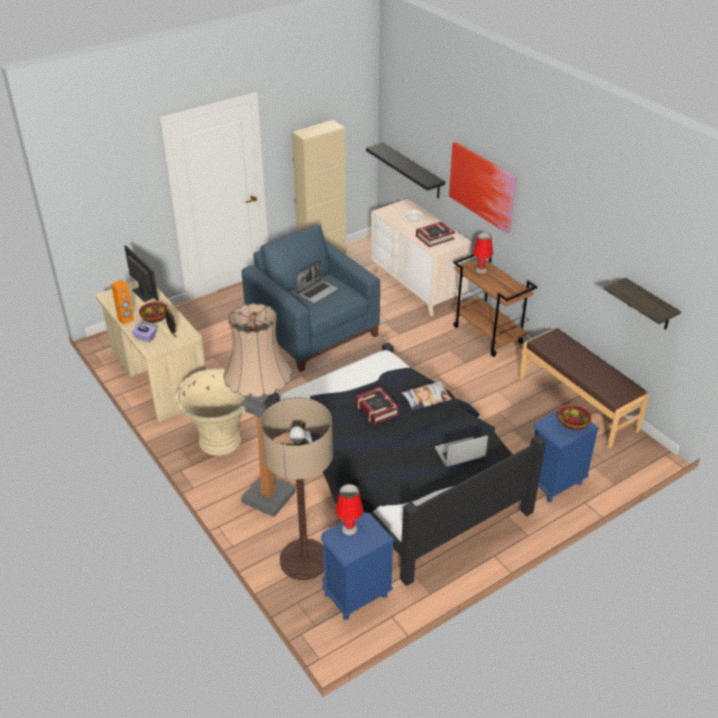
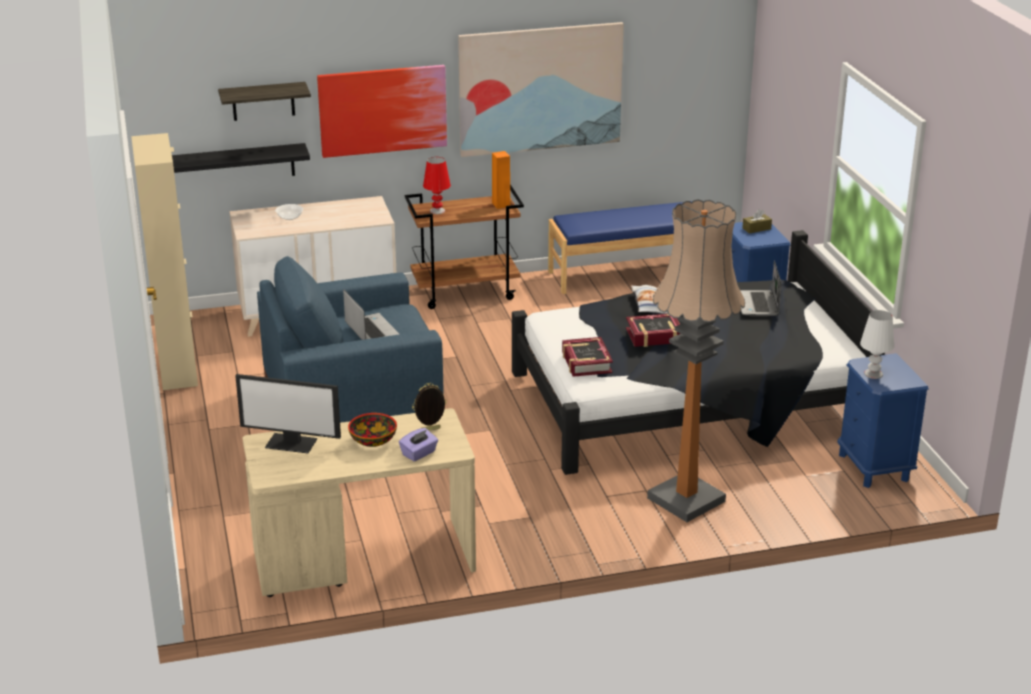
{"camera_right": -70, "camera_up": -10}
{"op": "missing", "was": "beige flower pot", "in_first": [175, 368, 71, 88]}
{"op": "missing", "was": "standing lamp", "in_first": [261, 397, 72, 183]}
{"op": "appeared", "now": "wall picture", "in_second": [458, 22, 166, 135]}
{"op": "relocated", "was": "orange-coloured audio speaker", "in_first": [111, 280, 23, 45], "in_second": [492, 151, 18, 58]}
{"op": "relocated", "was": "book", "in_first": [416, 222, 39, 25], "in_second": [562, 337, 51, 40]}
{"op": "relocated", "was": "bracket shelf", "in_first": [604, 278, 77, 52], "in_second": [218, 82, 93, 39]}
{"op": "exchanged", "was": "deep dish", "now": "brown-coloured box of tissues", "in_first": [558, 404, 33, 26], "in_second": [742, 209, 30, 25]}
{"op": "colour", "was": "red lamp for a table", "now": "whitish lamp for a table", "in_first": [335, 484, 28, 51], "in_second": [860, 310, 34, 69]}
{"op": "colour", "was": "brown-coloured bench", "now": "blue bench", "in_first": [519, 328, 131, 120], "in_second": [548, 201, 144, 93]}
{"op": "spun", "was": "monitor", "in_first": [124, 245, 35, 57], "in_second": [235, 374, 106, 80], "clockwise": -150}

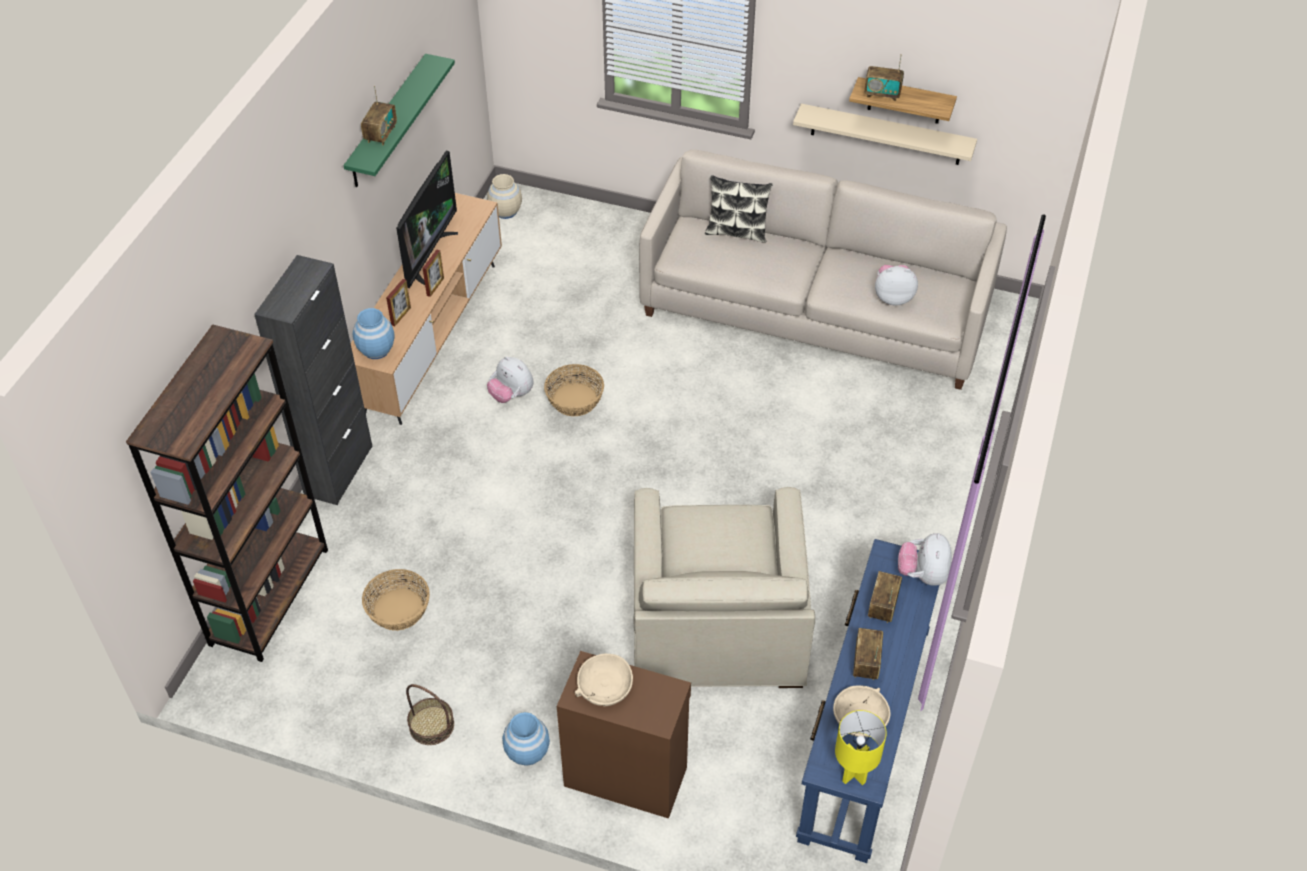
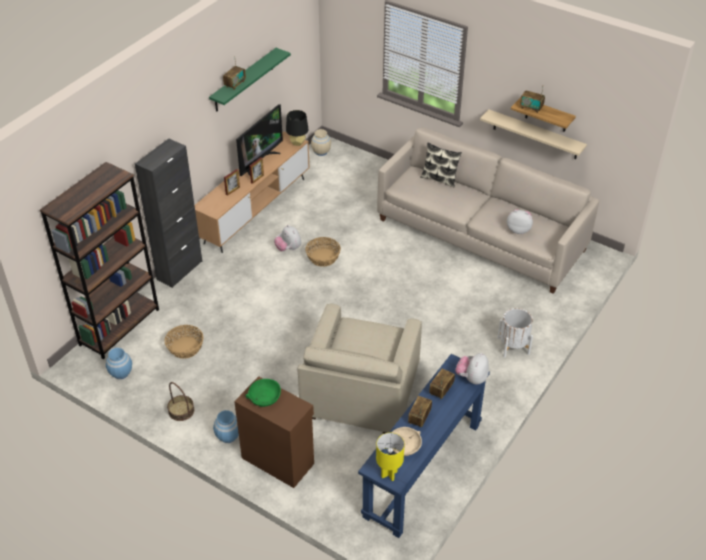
{"camera_right": 15, "camera_up": -5}
{"op": "appeared", "now": "black lamp for a table", "in_second": [286, 110, 22, 36]}
{"op": "appeared", "now": "whitish flower pot", "in_second": [497, 308, 36, 49]}
{"op": "relocated", "was": "blue vase", "in_first": [353, 308, 42, 51], "in_second": [106, 348, 26, 31]}
{"op": "colour", "was": "beige deep dish", "now": "green-coloured deep dish", "in_first": [575, 654, 58, 52], "in_second": [245, 379, 36, 28]}

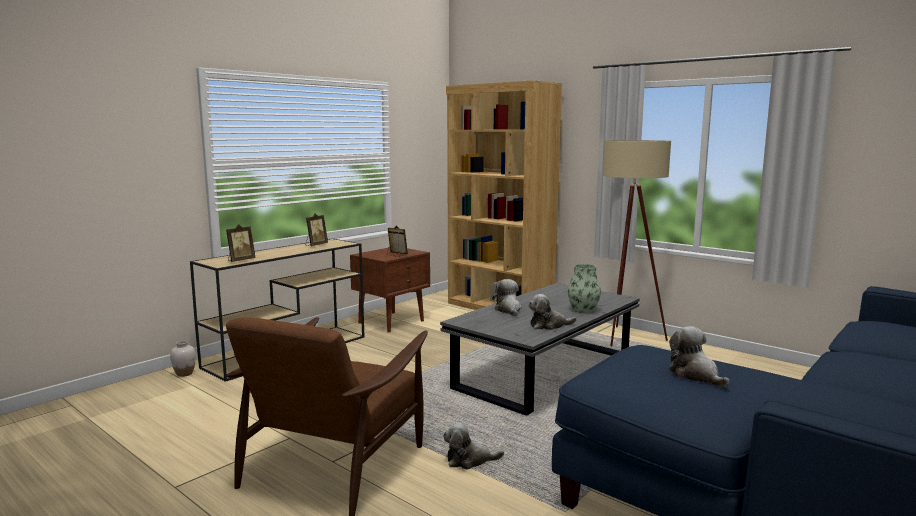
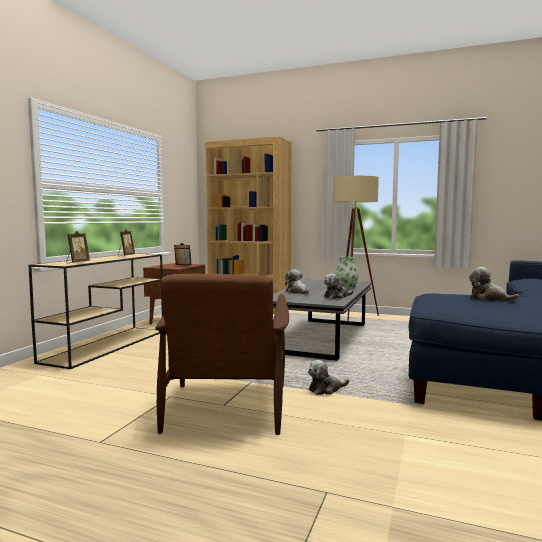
{"camera_right": -20, "camera_up": -5}
{"op": "missing", "was": "whitish vase", "in_first": [170, 341, 26, 36]}

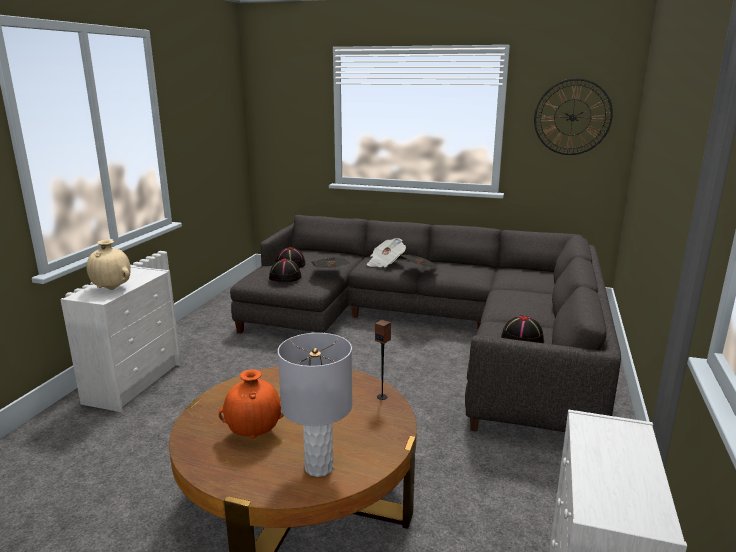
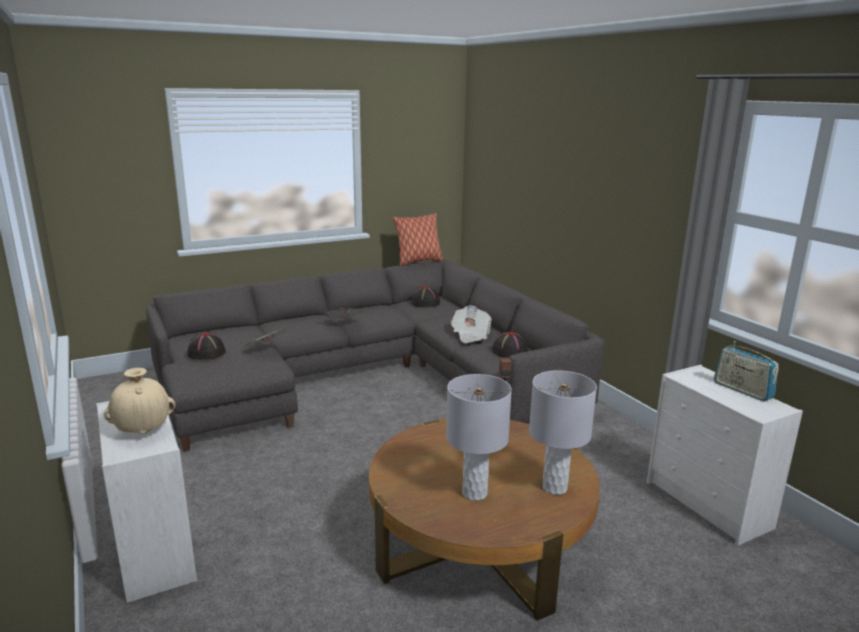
{"camera_right": -45, "camera_up": 0}
{"op": "missing", "was": "hanging clock", "in_first": [534, 78, 79, 77]}
{"op": "appeared", "now": "throw pillow", "in_second": [392, 213, 51, 53]}
{"op": "appeared", "now": "radio receiver", "in_second": [714, 341, 65, 60]}
{"op": "relocated", "was": "black hat", "in_first": [269, 259, 33, 24], "in_second": [411, 286, 29, 22]}
{"op": "relocated", "was": "newspaper", "in_first": [367, 238, 39, 29], "in_second": [451, 306, 41, 37]}
{"op": "exchanged", "was": "orange-coloured vase", "now": "grey lamp for a table", "in_first": [219, 369, 65, 70], "in_second": [446, 374, 66, 127]}

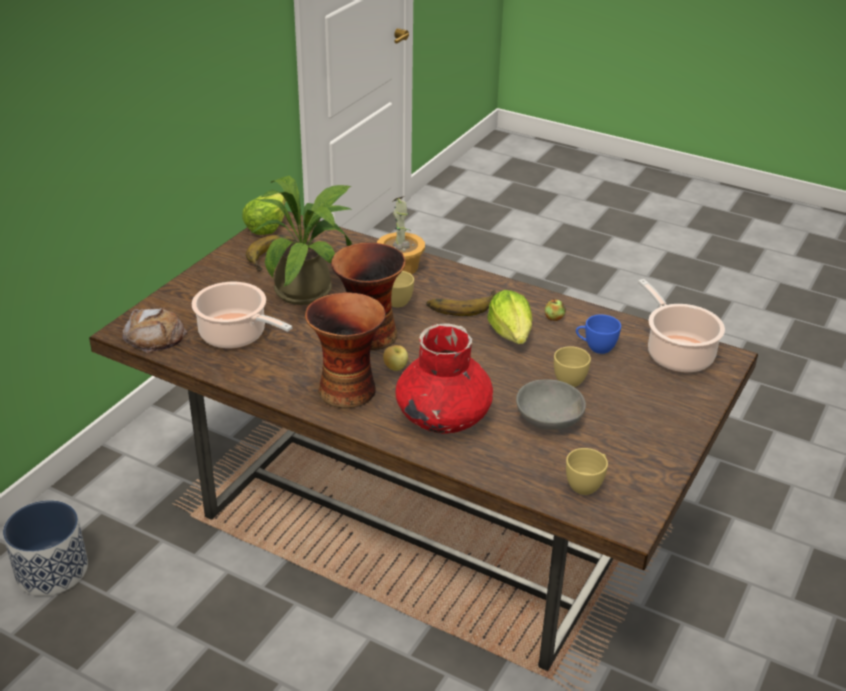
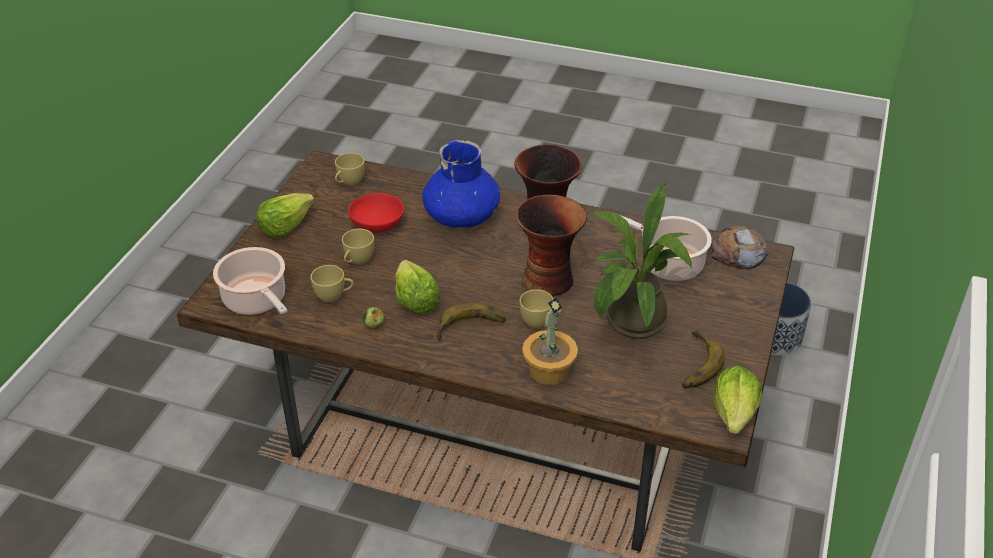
{"camera_right": 170, "camera_up": 5}
{"op": "missing", "was": "apple", "in_first": [383, 345, 25, 26]}
{"op": "appeared", "now": "lettuce head", "in_second": [257, 193, 57, 44]}
{"op": "colour", "was": "red vase", "now": "blue vase", "in_first": [396, 323, 97, 111], "in_second": [422, 140, 78, 88]}
{"op": "colour", "was": "grey deep dish", "now": "red deep dish", "in_first": [516, 380, 70, 50], "in_second": [348, 193, 56, 40]}
{"op": "colour", "was": "blue cup", "now": "yellowish cup", "in_first": [576, 314, 45, 40], "in_second": [310, 265, 44, 38]}

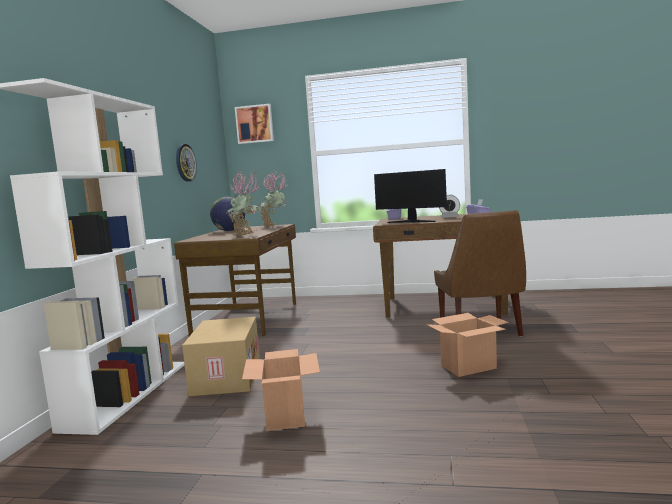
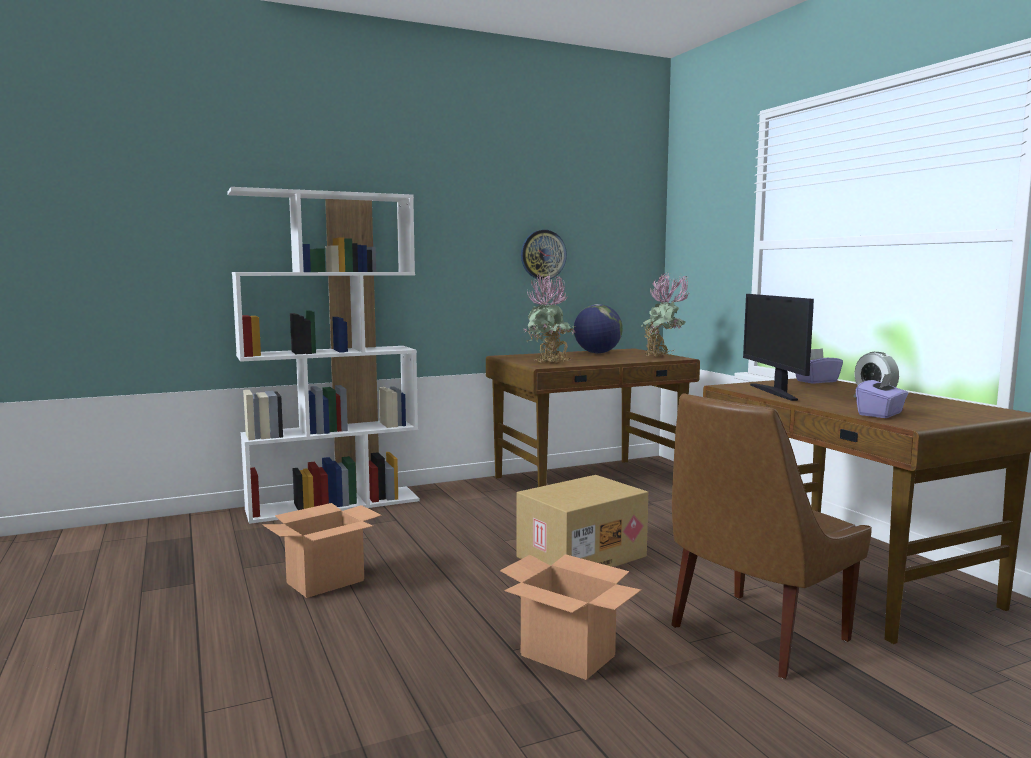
{"camera_right": 55, "camera_up": 0}
{"op": "missing", "was": "wall picture", "in_first": [235, 104, 39, 40]}
{"op": "relocated", "was": "carton", "in_first": [182, 317, 78, 79], "in_second": [517, 475, 131, 92]}

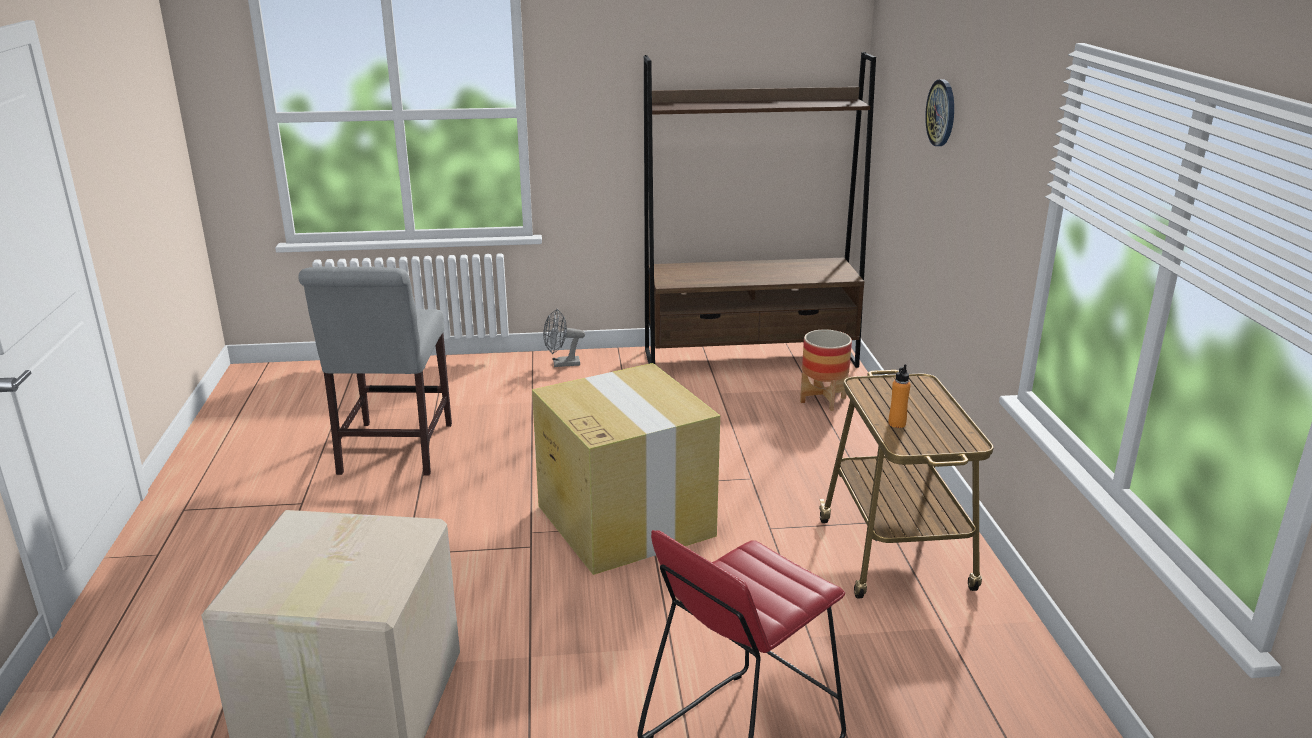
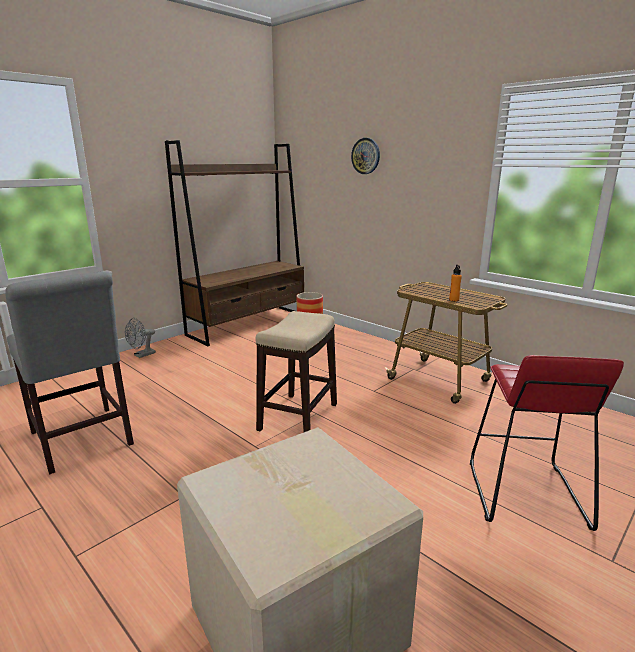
{"camera_right": -40, "camera_up": -5}
{"op": "exchanged", "was": "carton", "now": "stool seat", "in_first": [532, 363, 188, 212], "in_second": [255, 311, 82, 121]}

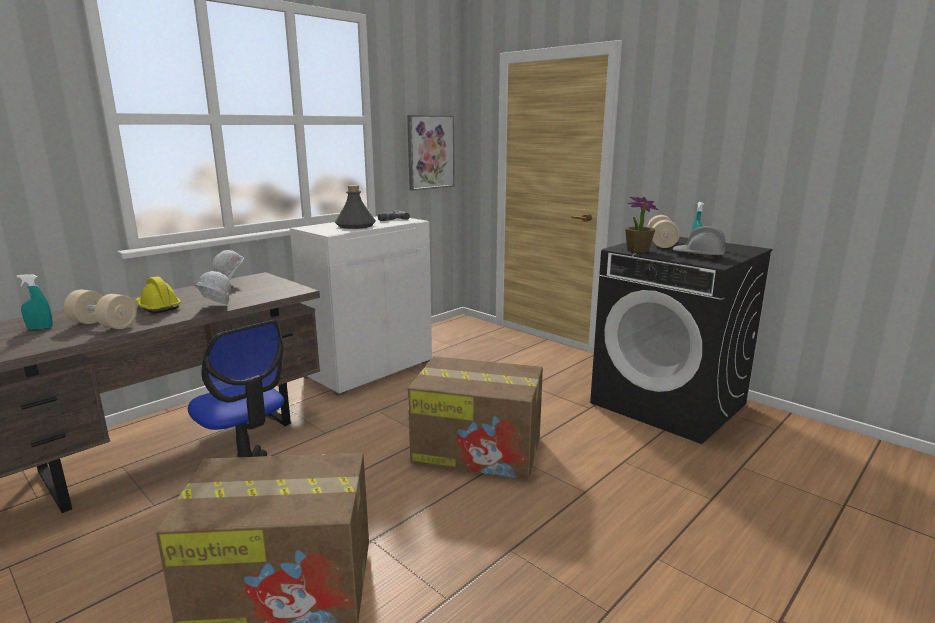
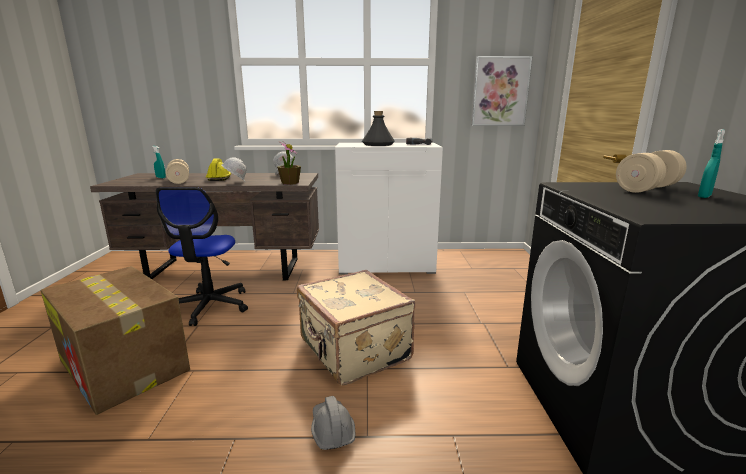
{"camera_right": 45, "camera_up": 0}
{"op": "relocated", "was": "potted plant", "in_first": [625, 197, 33, 56], "in_second": [277, 142, 24, 43]}
{"op": "relocated", "was": "grey safety helmet", "in_first": [673, 226, 53, 34], "in_second": [311, 396, 45, 54]}
{"op": "exchanged", "was": "carton", "now": "beige travel case", "in_first": [408, 356, 135, 124], "in_second": [297, 270, 118, 115]}

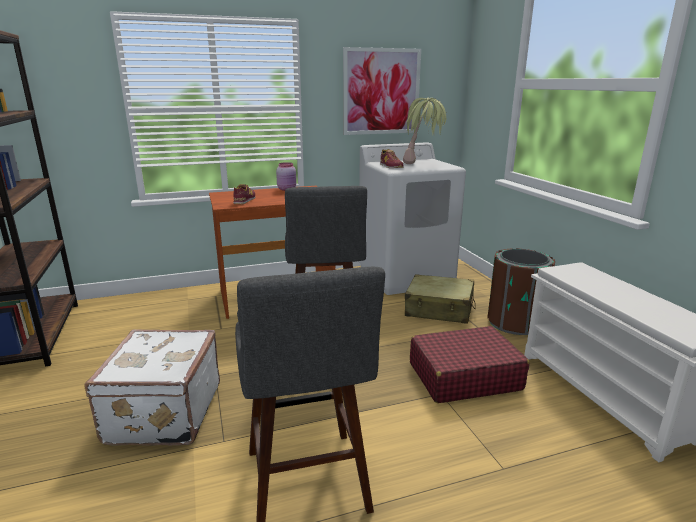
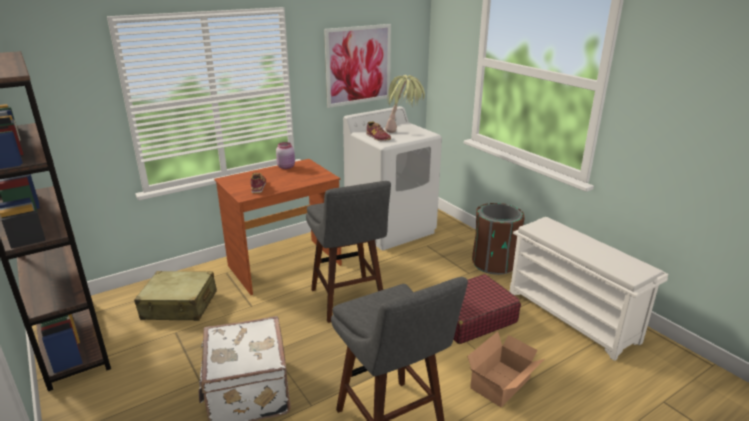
{"camera_right": -15, "camera_up": 5}
{"op": "appeared", "now": "carton", "in_second": [467, 331, 78, 76]}
{"op": "relocated", "was": "beige travel case", "in_first": [405, 274, 71, 50], "in_second": [134, 271, 83, 50]}

